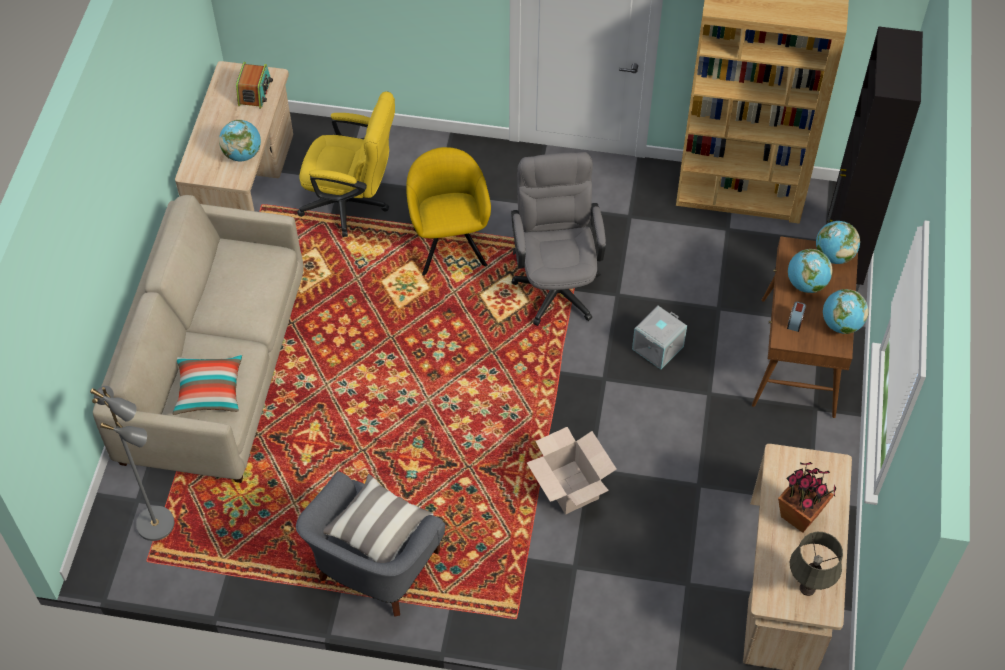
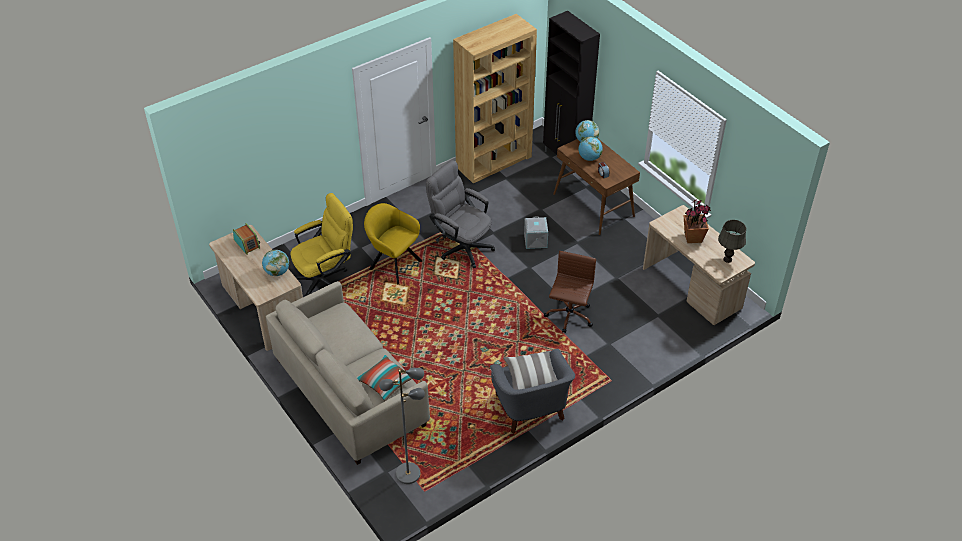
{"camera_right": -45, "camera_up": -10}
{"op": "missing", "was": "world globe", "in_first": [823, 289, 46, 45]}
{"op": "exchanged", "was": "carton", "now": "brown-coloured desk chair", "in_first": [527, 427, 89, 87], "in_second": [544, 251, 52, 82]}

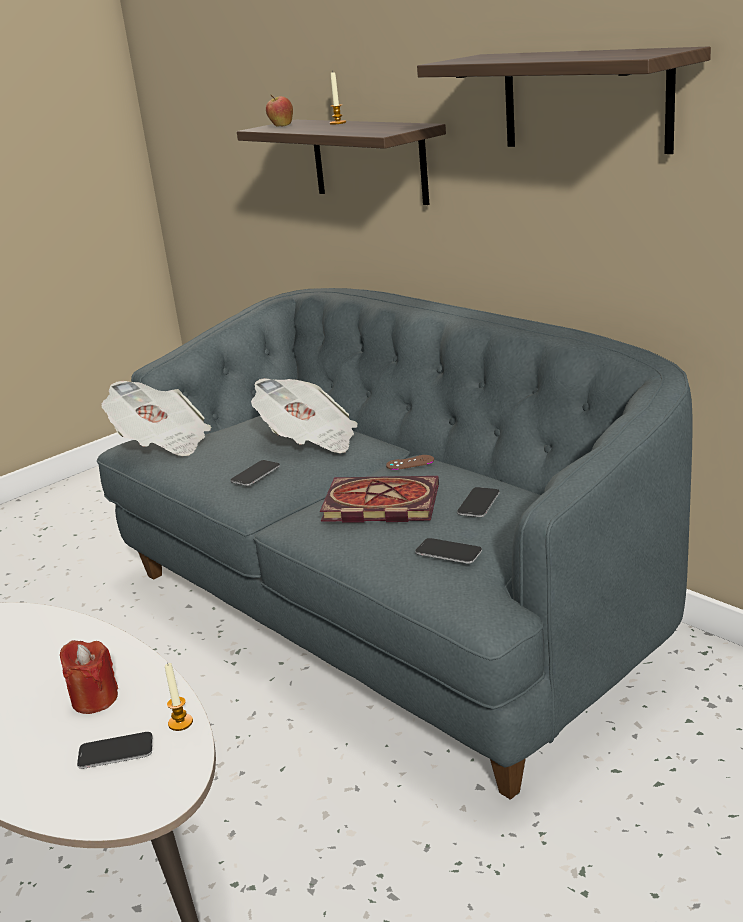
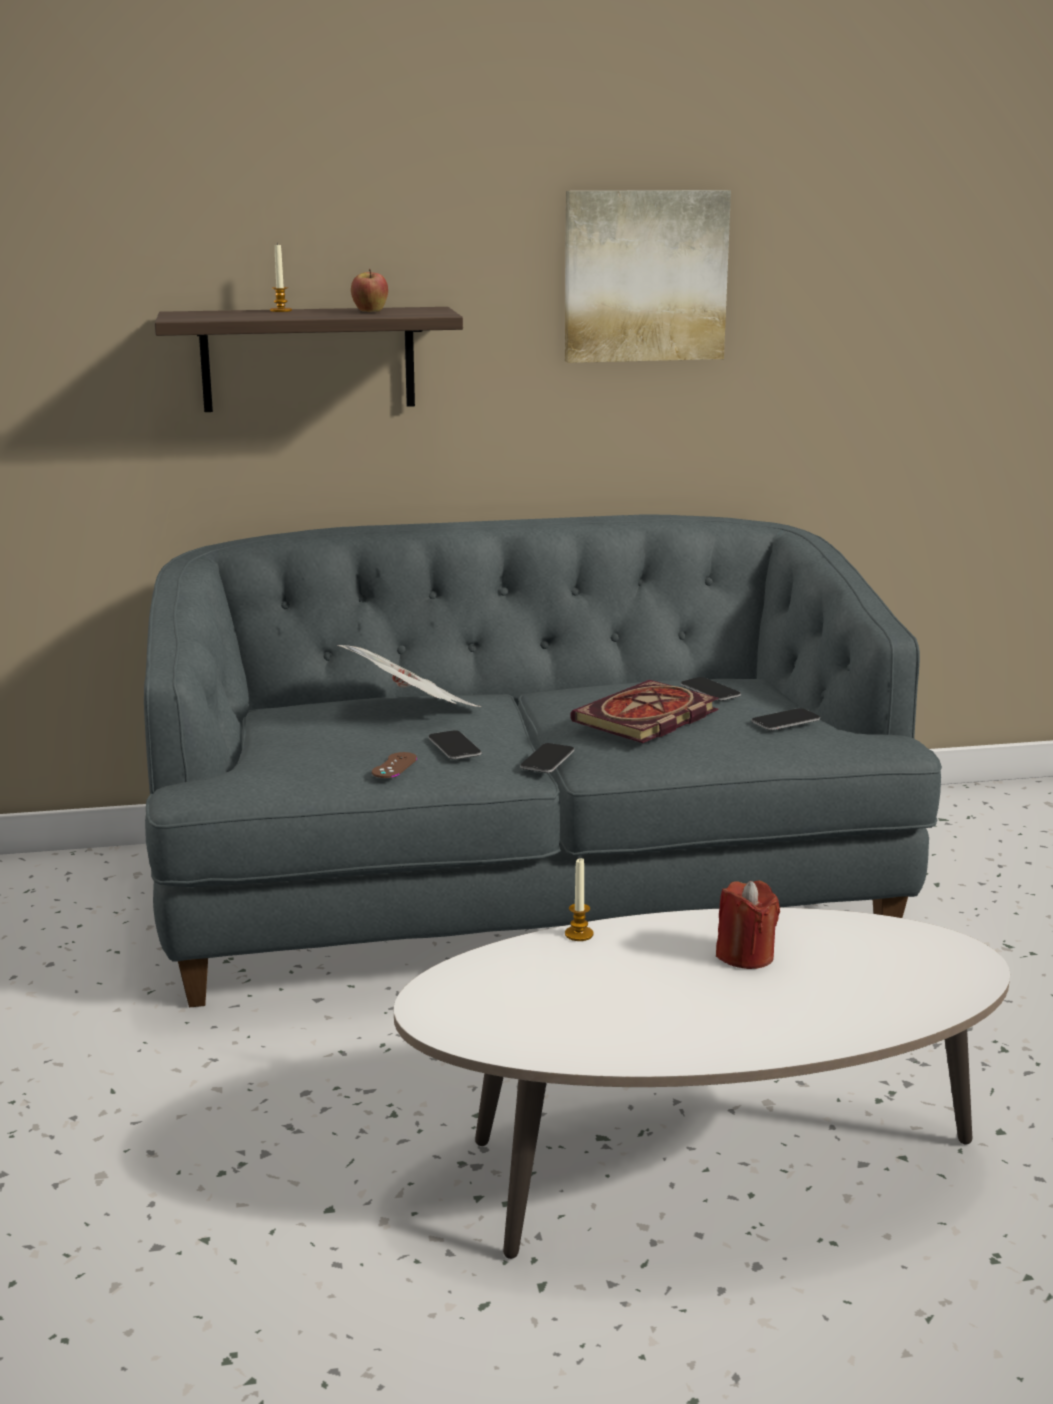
{"camera_right": -60, "camera_up": -5}
{"op": "missing", "was": "newspaper", "in_first": [101, 381, 110, 75]}
{"op": "relocated", "was": "phone", "in_first": [77, 732, 76, 37], "in_second": [520, 743, 54, 30]}
{"op": "relocated", "was": "wax candle", "in_first": [165, 662, 28, 69], "in_second": [565, 858, 29, 83]}
{"op": "relocated", "was": "apple", "in_first": [266, 95, 27, 32], "in_second": [351, 269, 37, 43]}
{"op": "relocated", "was": "brown-coloured game controller", "in_first": [386, 455, 48, 15], "in_second": [372, 752, 45, 26]}
{"op": "exchanged", "was": "bracket shelf", "now": "wall picture", "in_first": [417, 46, 294, 108], "in_second": [565, 190, 166, 173]}

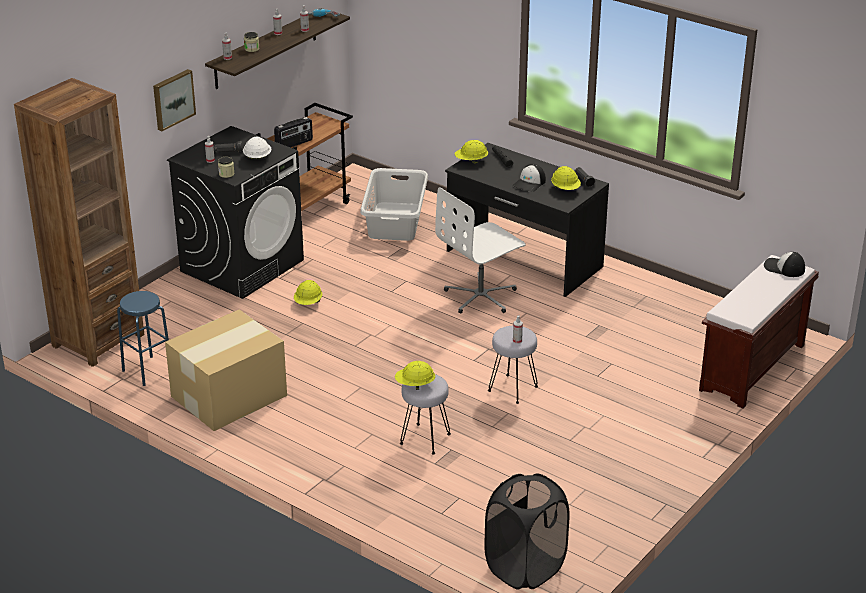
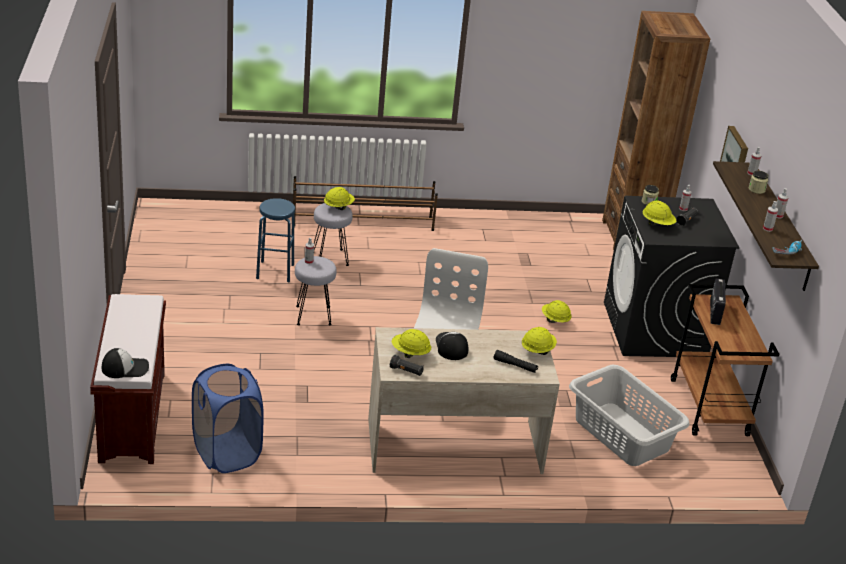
{"camera_right": 135, "camera_up": 0}
{"op": "missing", "was": "carton", "in_first": [165, 309, 122, 122]}
{"op": "missing", "was": "black washing basket", "in_first": [484, 473, 85, 117]}
{"op": "appeared", "now": "blue washing basket", "in_second": [192, 364, 72, 109]}
{"op": "appeared", "now": "brown-coloured shoe stand", "in_second": [293, 176, 145, 55]}
{"op": "relocated", "was": "blue stool seat", "in_first": [117, 291, 52, 95], "in_second": [256, 198, 39, 85]}
{"op": "colour", "was": "whitish safety helmet", "now": "yellowish safety helmet", "in_first": [243, 137, 28, 23], "in_second": [643, 200, 33, 26]}
{"op": "colour", "was": "black desk unit", "now": "beige desk unit", "in_first": [445, 143, 164, 154], "in_second": [368, 327, 192, 147]}

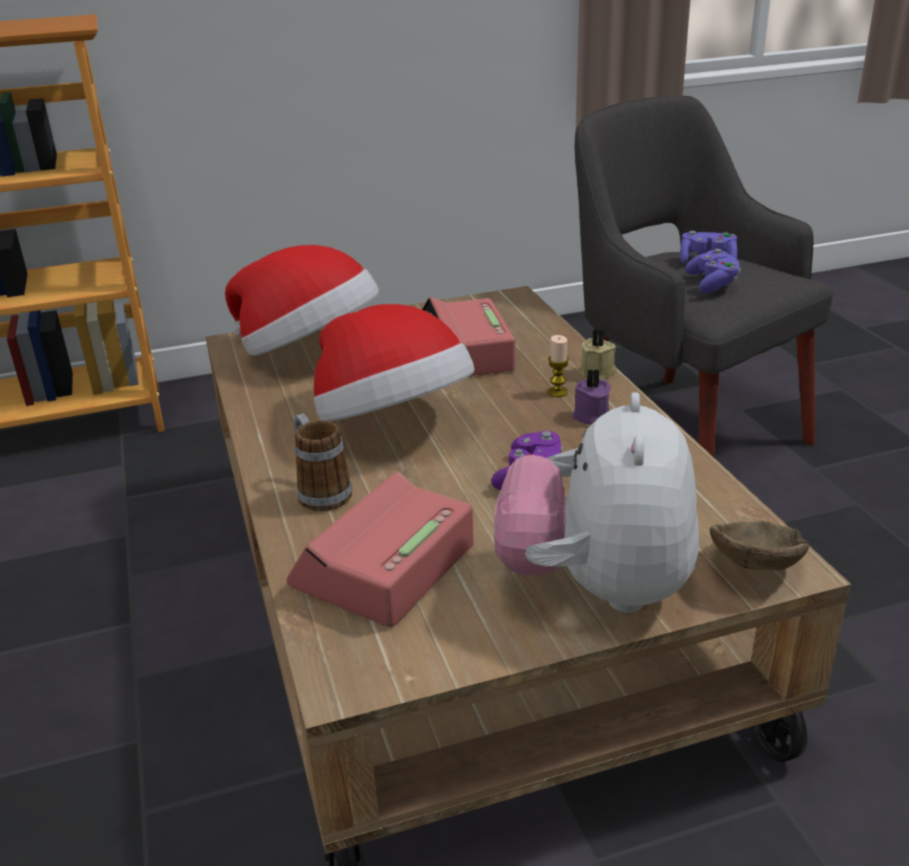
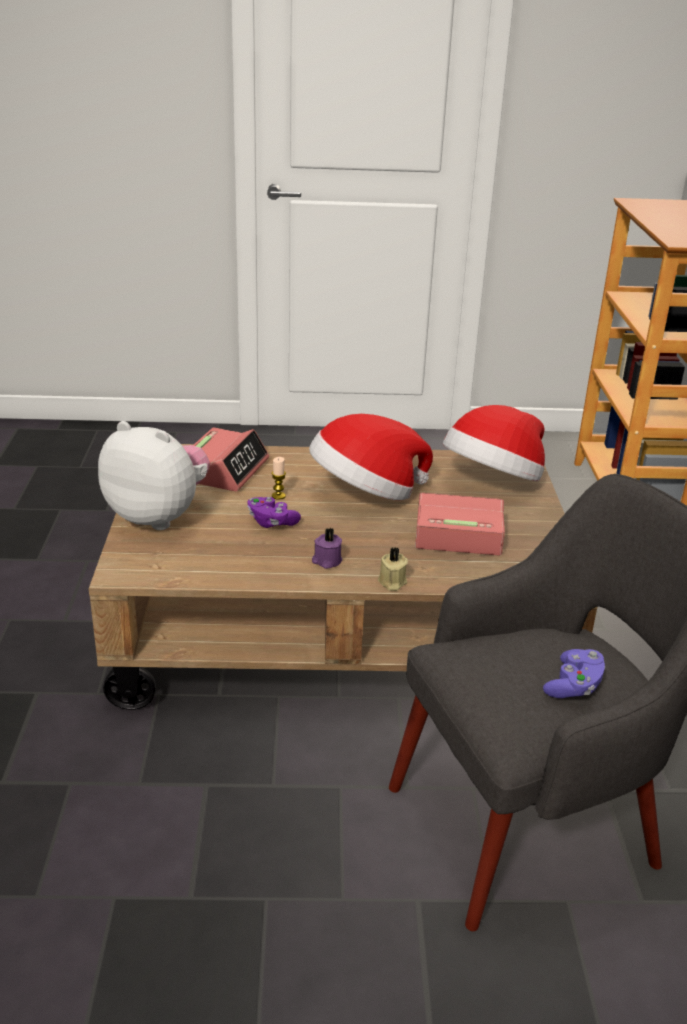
{"camera_right": 105, "camera_up": 0}
{"op": "missing", "was": "tea mug", "in_first": [294, 414, 58, 97]}
{"op": "missing", "was": "purple-coloured game controller", "in_first": [685, 249, 56, 44]}
{"op": "missing", "was": "brown-coloured deep dish", "in_first": [710, 521, 100, 50]}
{"op": "relocated", "was": "wax candle", "in_first": [548, 335, 21, 62], "in_second": [272, 457, 14, 43]}
{"op": "spun", "was": "bedside clock", "in_first": [286, 471, 188, 156], "in_second": [193, 427, 76, 64], "clockwise": 60}

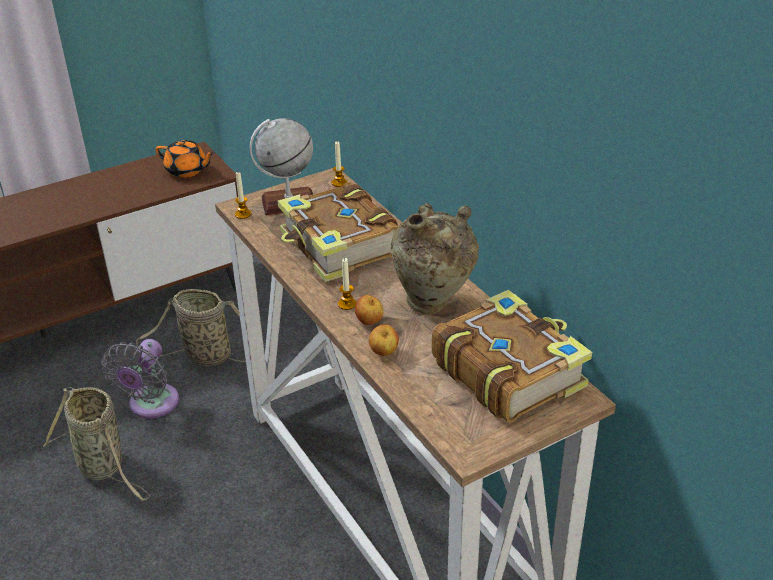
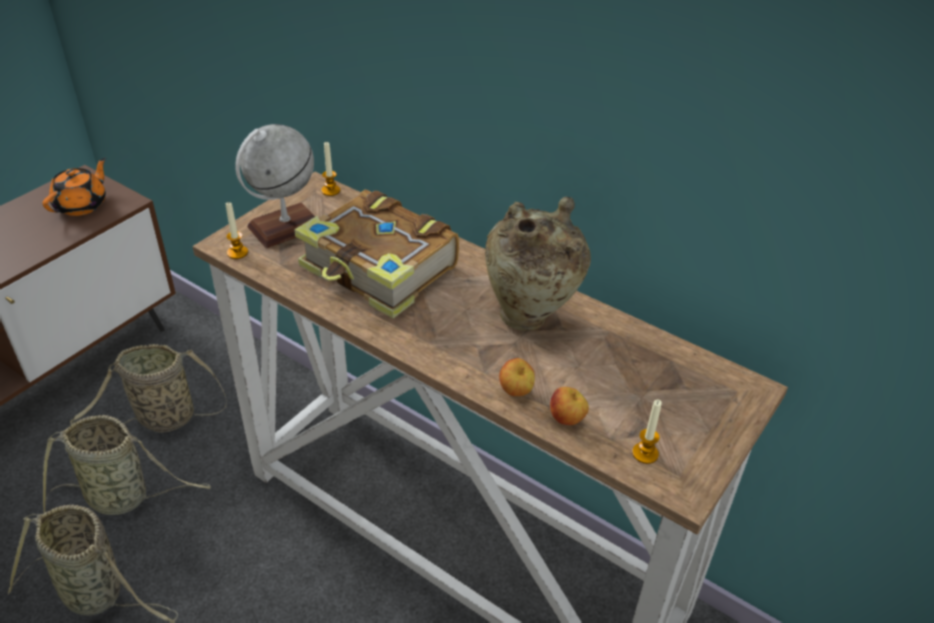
{"camera_right": -25, "camera_up": 5}
{"op": "missing", "was": "book", "in_first": [432, 290, 160, 133]}
{"op": "relocated", "was": "wax candle", "in_first": [338, 258, 19, 52], "in_second": [632, 400, 30, 64]}
{"op": "relocated", "was": "apple", "in_first": [355, 295, 29, 30], "in_second": [550, 387, 39, 38]}
{"op": "exchanged", "was": "grey cooling fan", "now": "basket", "in_first": [101, 339, 78, 80], "in_second": [43, 415, 168, 100]}
{"op": "spun", "was": "orange-coloured tea pot", "in_first": [155, 140, 60, 38], "in_second": [42, 157, 64, 59], "clockwise": -60}

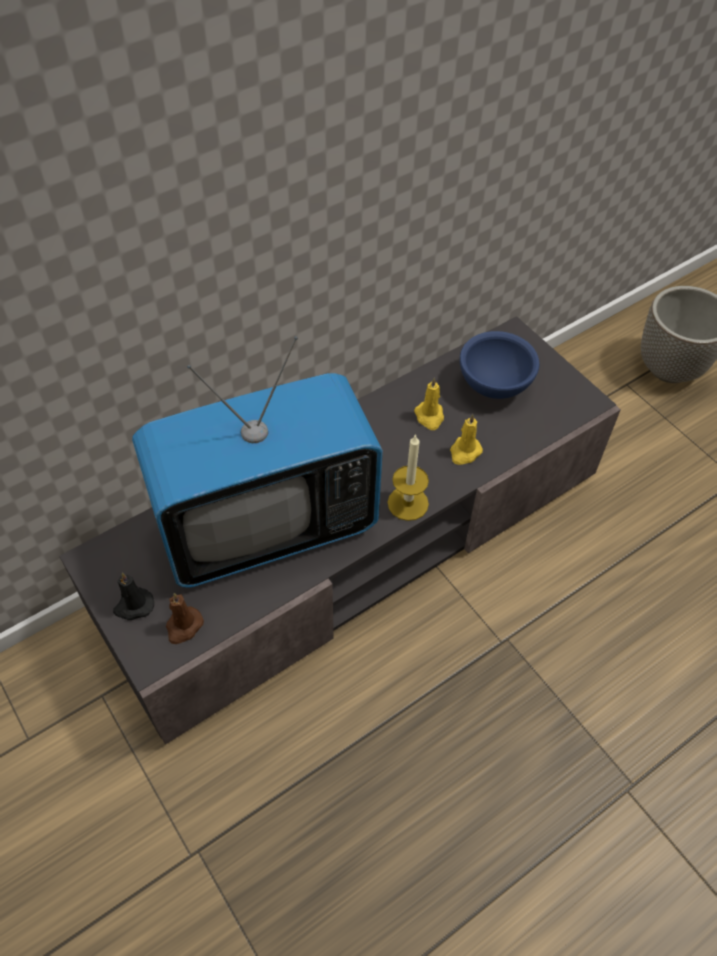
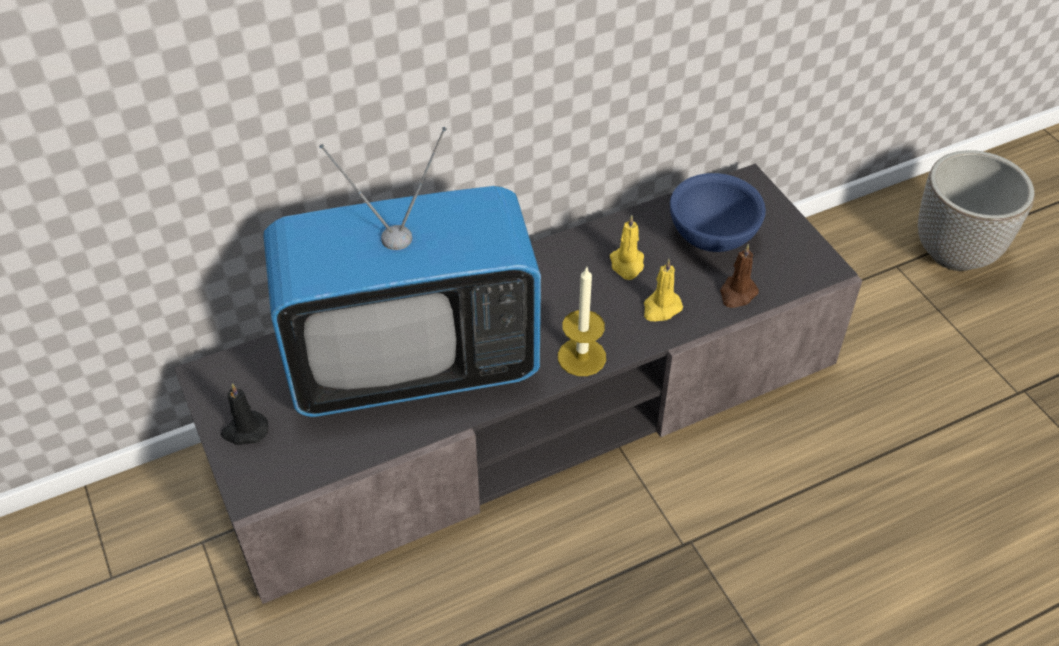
{"camera_right": 10, "camera_up": -5}
{"op": "relocated", "was": "brown-coloured wax candle", "in_first": [166, 593, 38, 51], "in_second": [720, 244, 39, 64]}

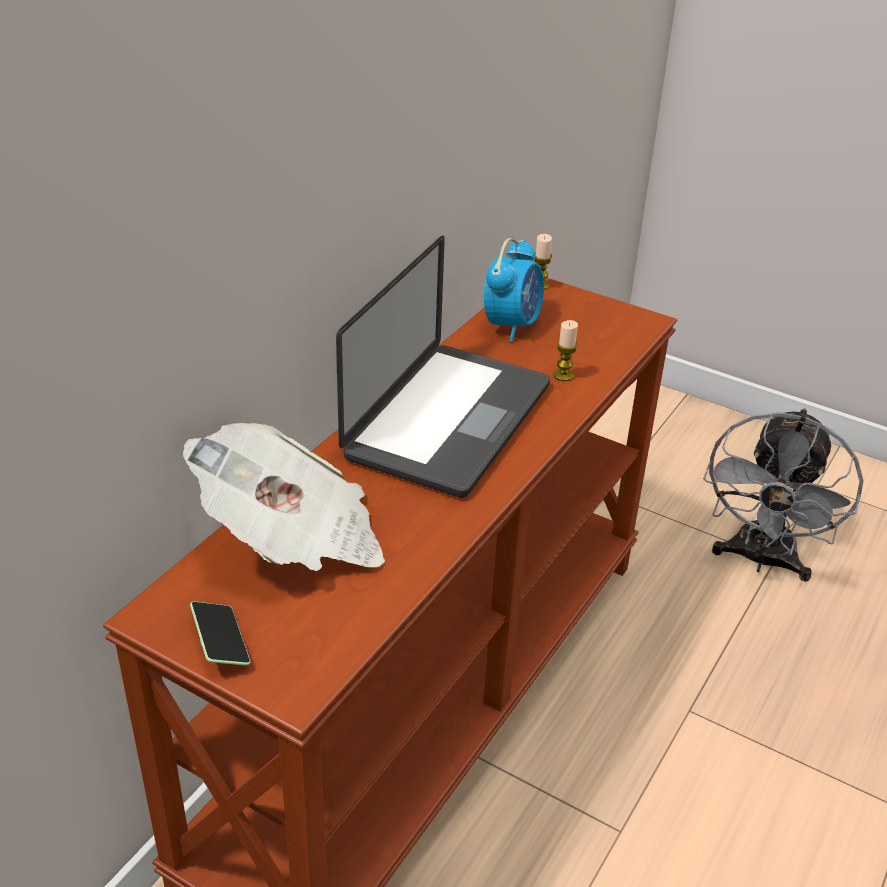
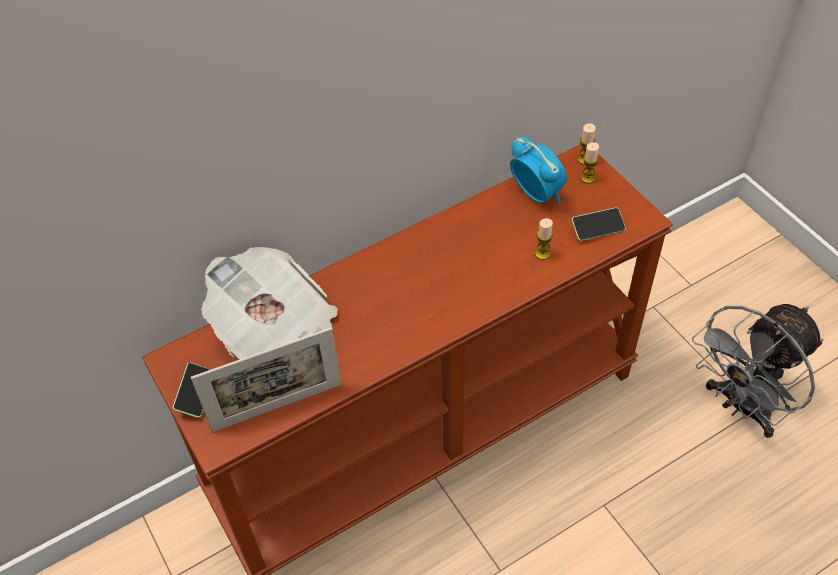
{"camera_right": 30, "camera_up": 15}
{"op": "missing", "was": "laptop", "in_first": [336, 236, 214, 262]}
{"op": "appeared", "now": "photo frame", "in_second": [191, 327, 150, 105]}
{"op": "appeared", "now": "phone", "in_second": [572, 207, 54, 34]}
{"op": "appeared", "now": "wax candle", "in_second": [581, 142, 18, 42]}
{"op": "spun", "was": "bedside clock", "in_first": [484, 238, 60, 104], "in_second": [510, 137, 57, 67], "clockwise": -90}

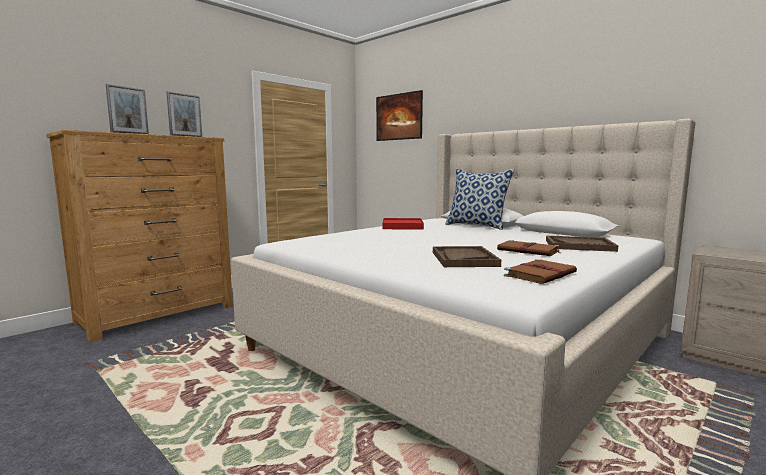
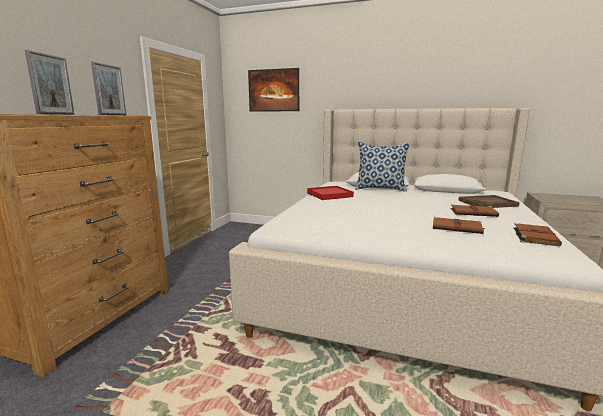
{"camera_right": -25, "camera_up": 5}
{"op": "exchanged", "was": "brown-coloured carrying tray", "now": "brown-coloured book", "in_first": [433, 246, 68, 21], "in_second": [433, 217, 51, 17]}

